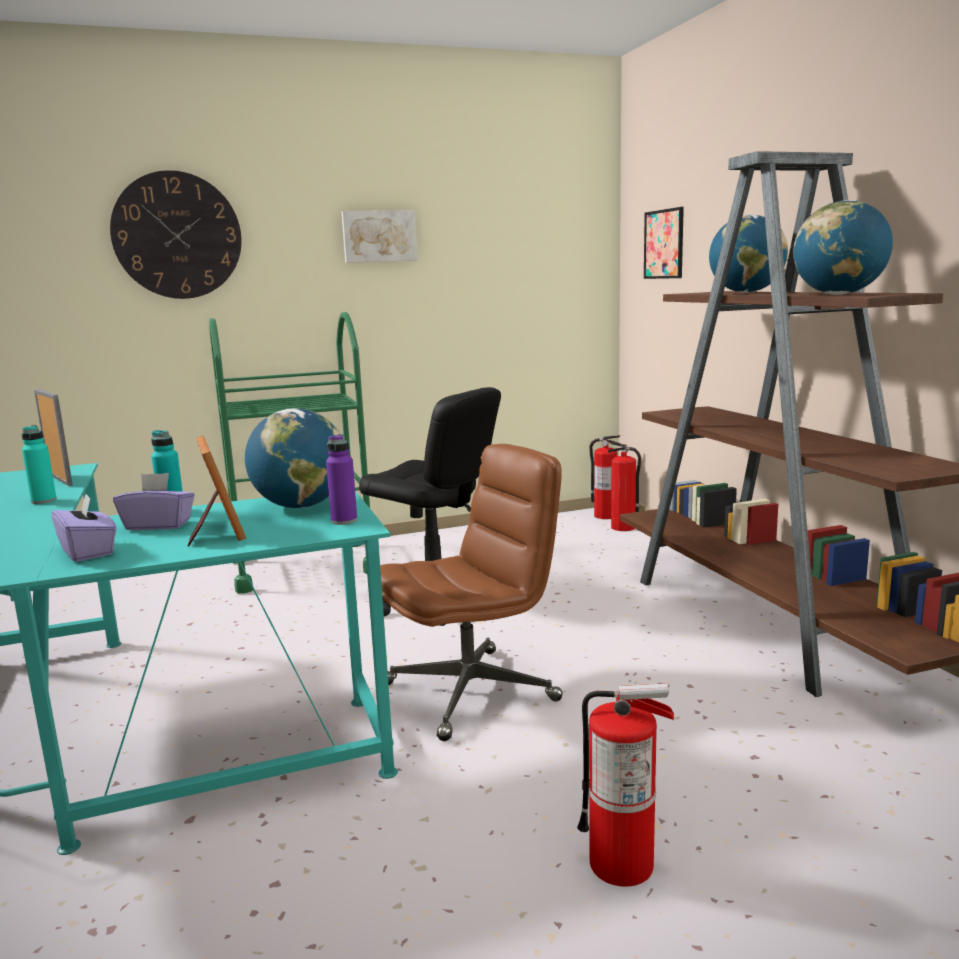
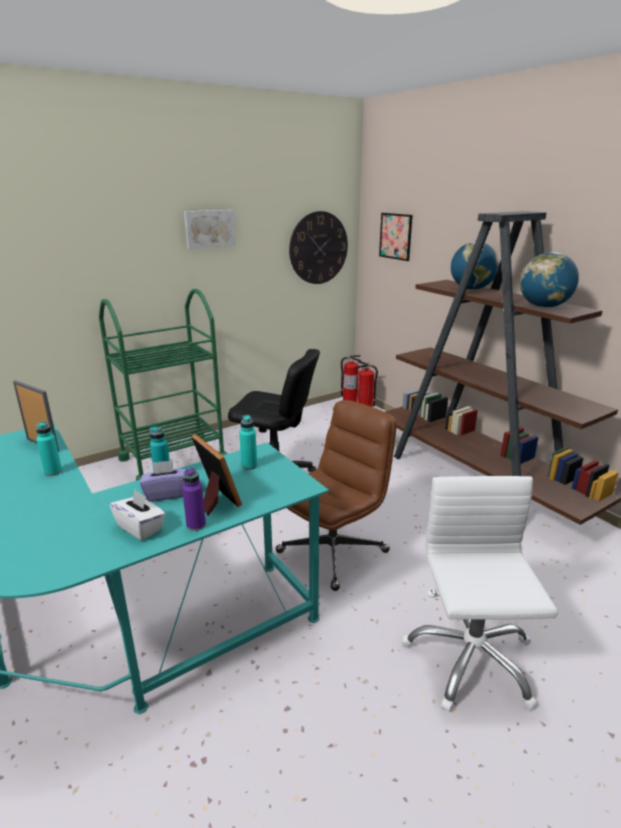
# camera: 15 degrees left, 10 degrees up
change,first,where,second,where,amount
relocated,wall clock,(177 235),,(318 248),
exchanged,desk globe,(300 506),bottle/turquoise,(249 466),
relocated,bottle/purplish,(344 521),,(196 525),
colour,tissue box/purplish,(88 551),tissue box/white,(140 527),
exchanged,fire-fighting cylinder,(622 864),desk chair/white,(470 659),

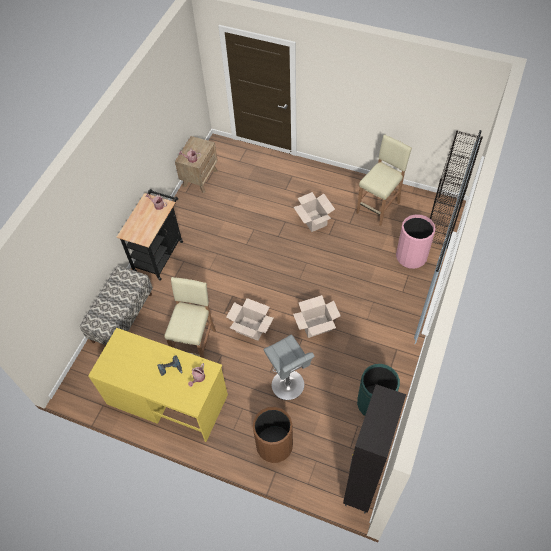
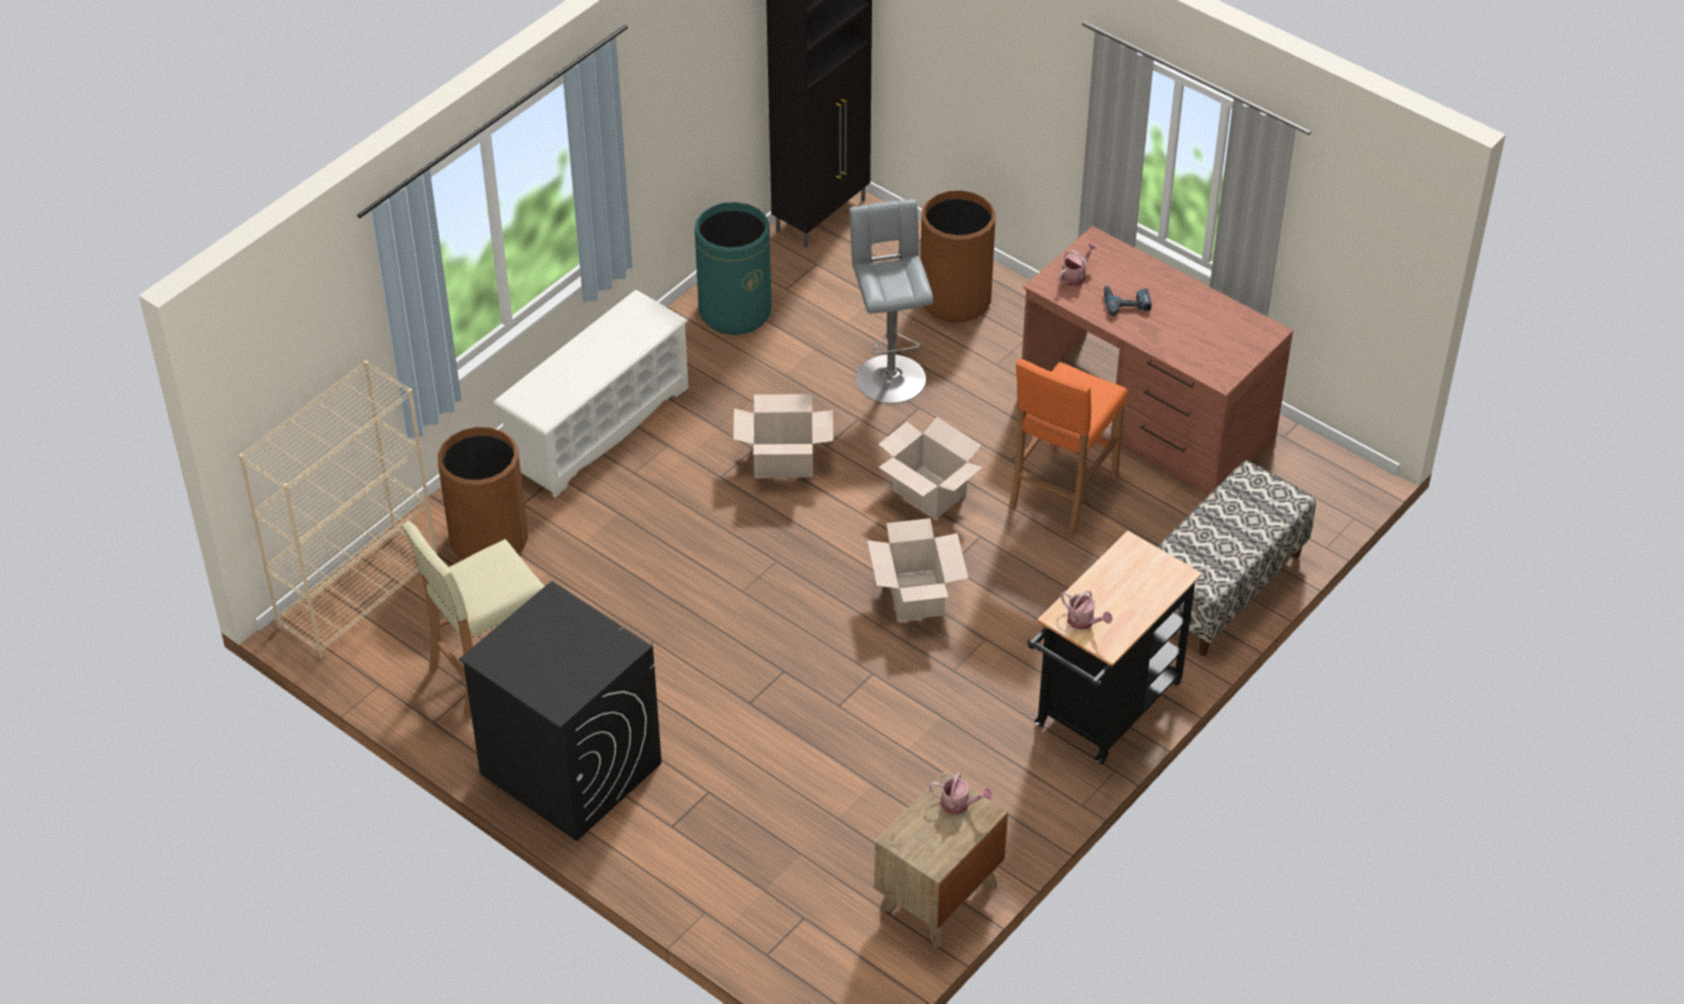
# camera: 165 degrees left, 10 degrees down
change,first,where,second,where,amount
colour,bookshelf/blackish,(443 222),bookshelf/beige,(359 594),
relocated,packing box,(314 221),,(915 595),
colour,trash can/pink,(411 256),trash can/brownish,(489 539),
colour,stool seat/beige,(196 344),stool seat/orange,(1062 493),
colour,desk unit/yellow,(167 398),desk unit/brownish,(1146 415),
appeared,,,shoe stand/white,(598 426),
appeared,,,laundry machine/blackish,(569 768),

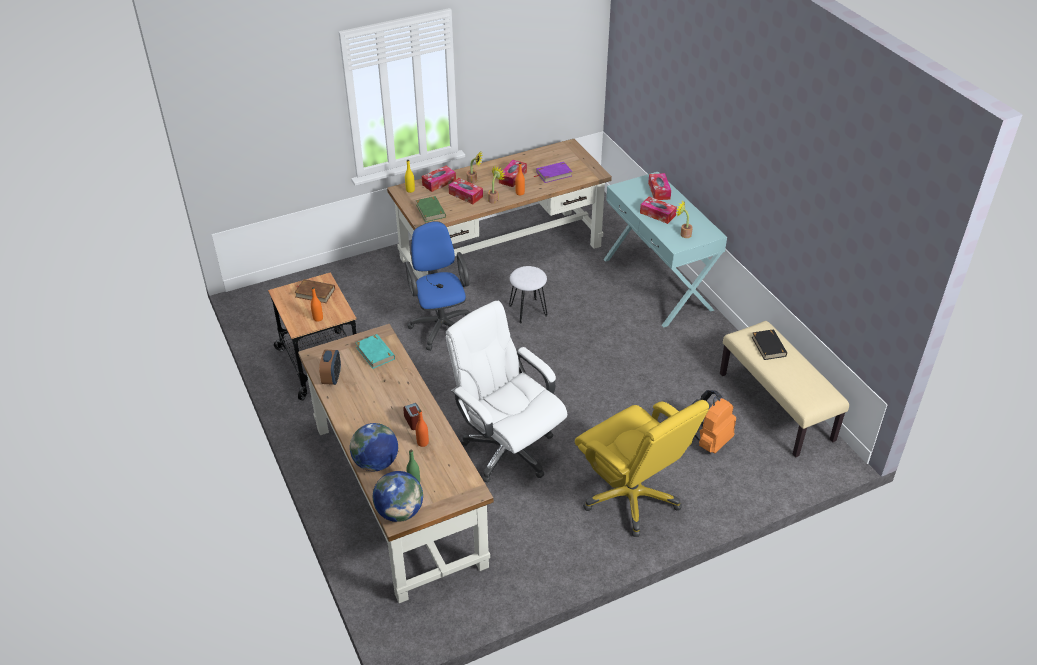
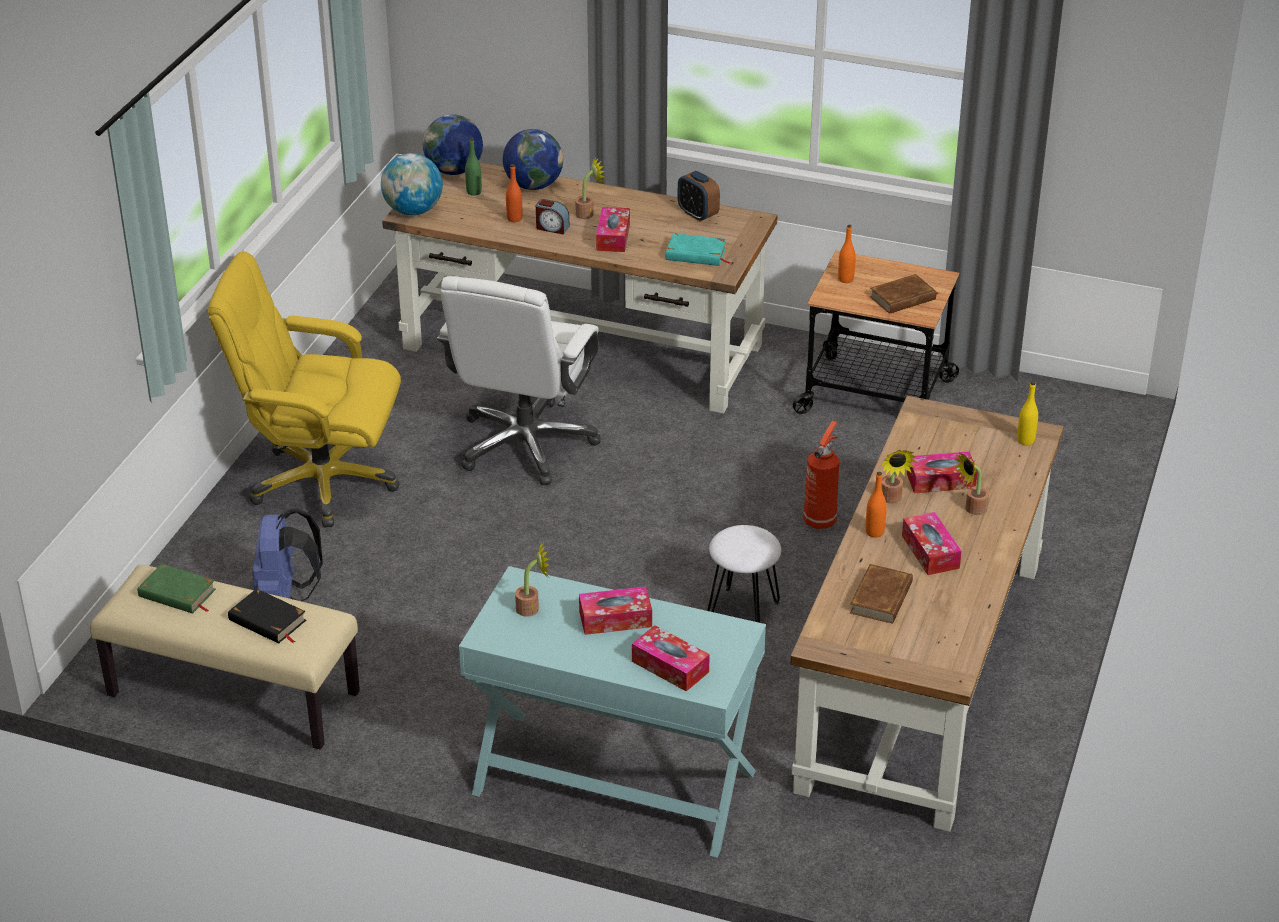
# camera: 135 degrees right, 5 degrees down
change,first,where,second,where,amount
colour,bound book/purplish,(554 174),bound book/brownish,(881 598),
relocated,tissue box,(439 183),,(613 237),
relocated,bound book/green-coloured,(431 211),,(177 593),
exchanged,desk chair/blue,(441 325),fire-fighting cylinder,(820 520),
spun,desk chair/white,(507 449),,(525 445),105 degrees clockwise
colour,knapsack/orange,(710 441),knapsack/blue,(286 595),
appeared,,,desk globe,(413 211),
appeared,,,houseplant,(588 213),

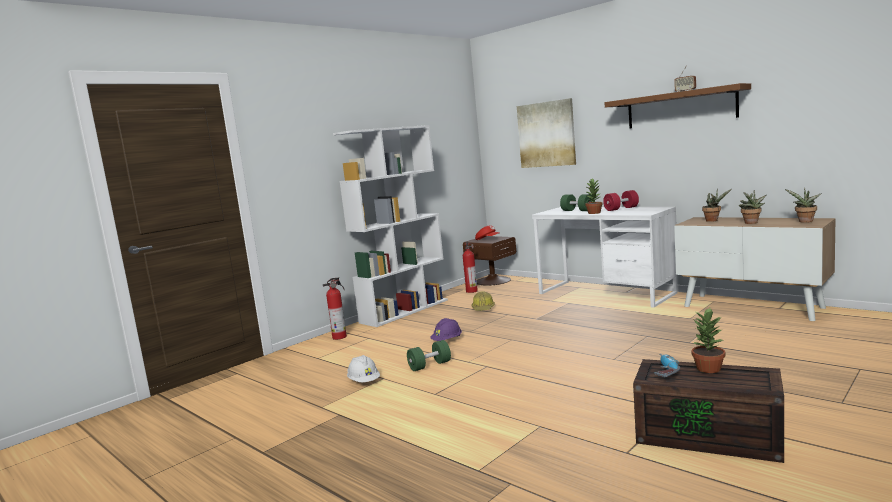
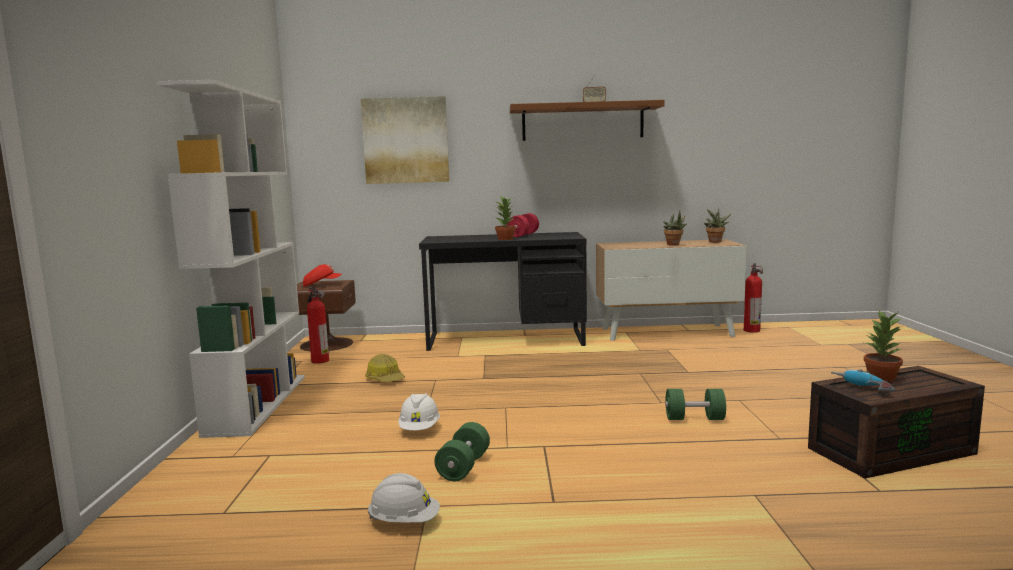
# camera: 45 degrees left, 0 degrees up
change,first,where,second,where,amount
missing,houseplant,(713 220),,,
relocated,hand weight/green-coloured,(577 211),,(694 418),
colour,desk unit/white,(605 293),desk unit/blackish,(506 339),
relocated,fire-fighting cylinder,(340 337),,(751 330),
colour,hard hat/purplish,(447 341),hard hat/white,(419 429),

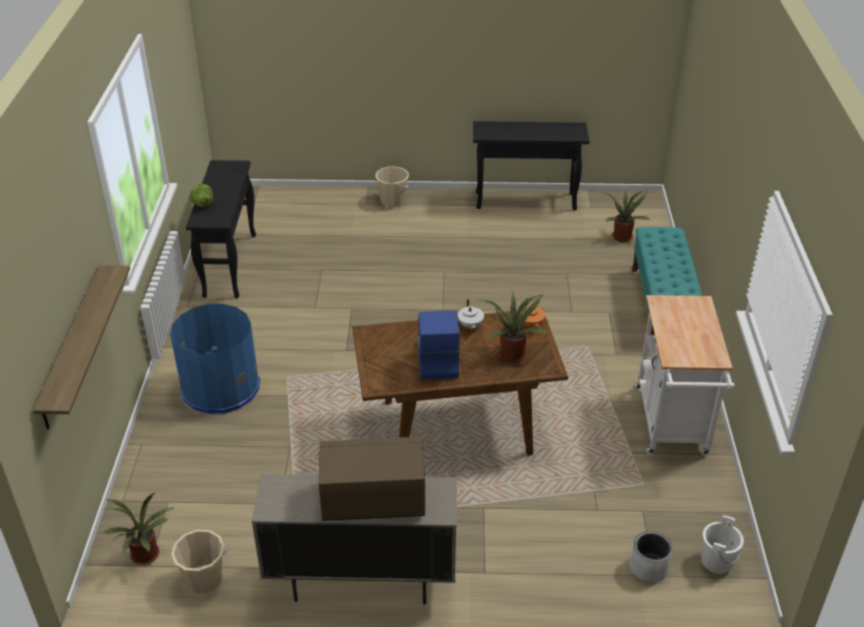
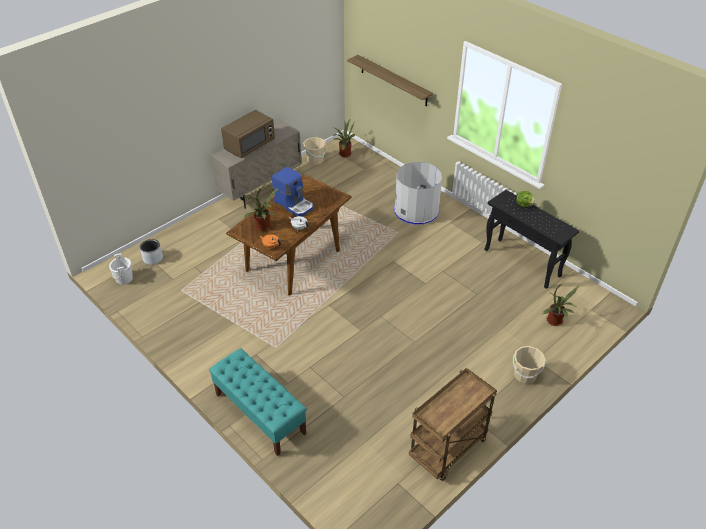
# camera: 135 degrees right, 5 degrees up
change,first,where,second,where,amount
exchanged,hall table/blackish,(526 201),wheeled cart/brownish,(448 450),
relocated,houseplant,(622 236),,(555 322),
missing,wheeled cart/white,(672 426),,,
colour,trash can/blue,(220 387),trash can/grey,(416 211),

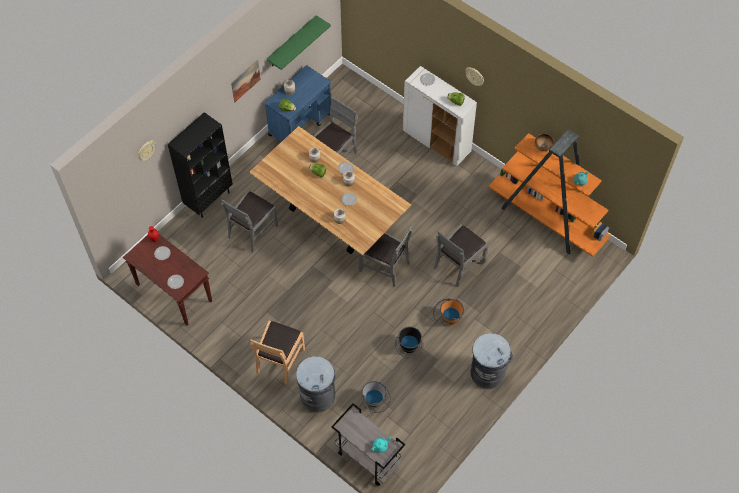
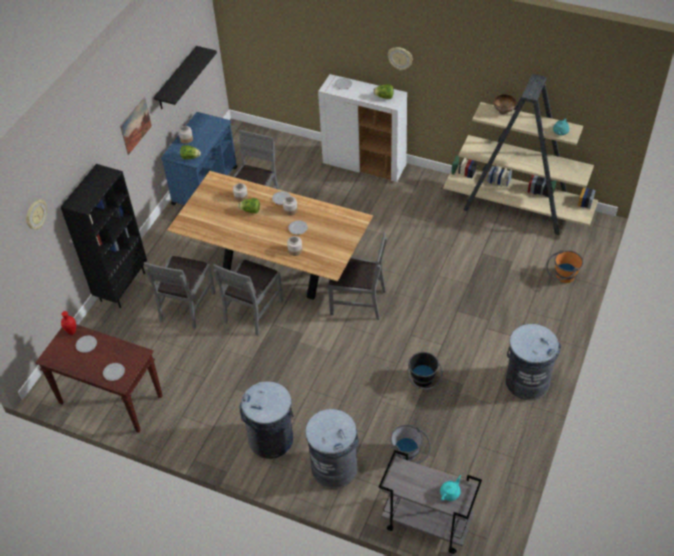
# camera: 15 degrees left, 10 degrees down
change,first,where,second,where,amount
colour,wall shelf/green-coloured,(292 42),wall shelf/blackish,(177 79),
colour,bookshelf/orange,(546 219),bookshelf/beige,(518 208),
relocated,upright chair/grey,(458 264),,(253 311),
relocated,pail/orange,(447 319),,(562 277),
exchanged,upright chair/brownish,(279 360),trash can/grey,(271 439),

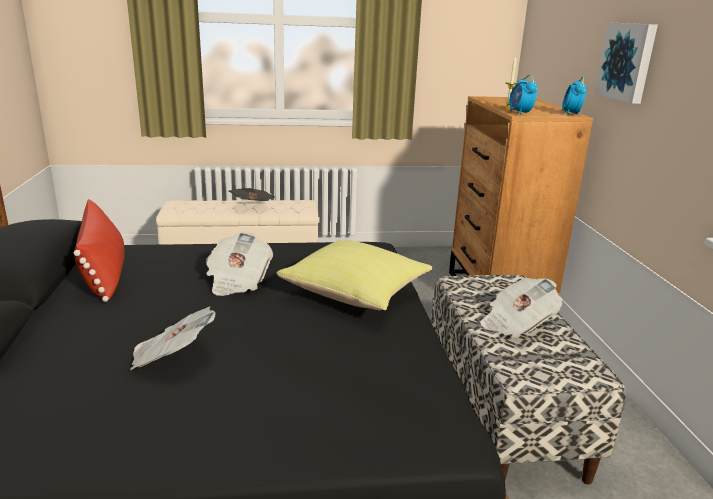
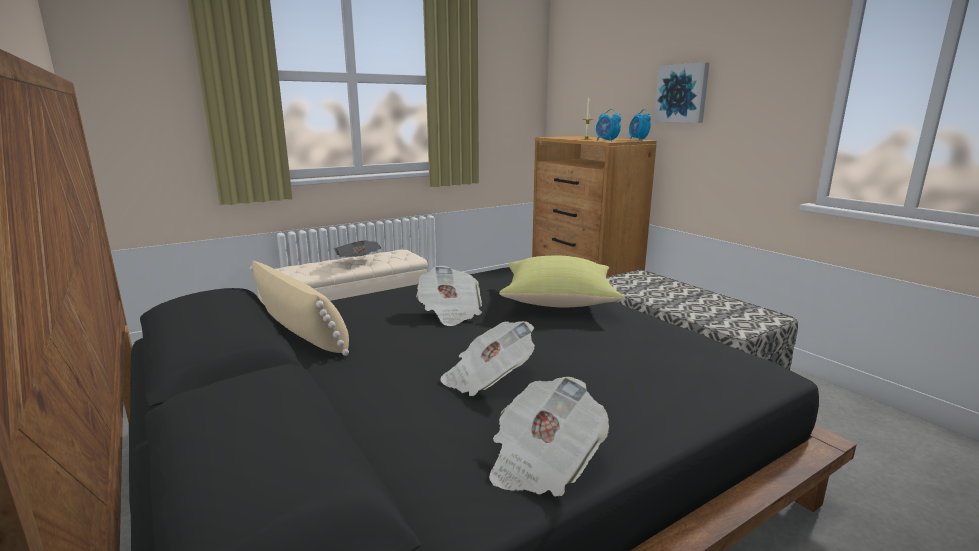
# camera: 25 degrees left, 5 degrees down
change,first,where,second,where,amount
colour,cushion/red,(104 273),cushion/beige,(303 334),
relocated,daily paper,(516 324),,(542 462),

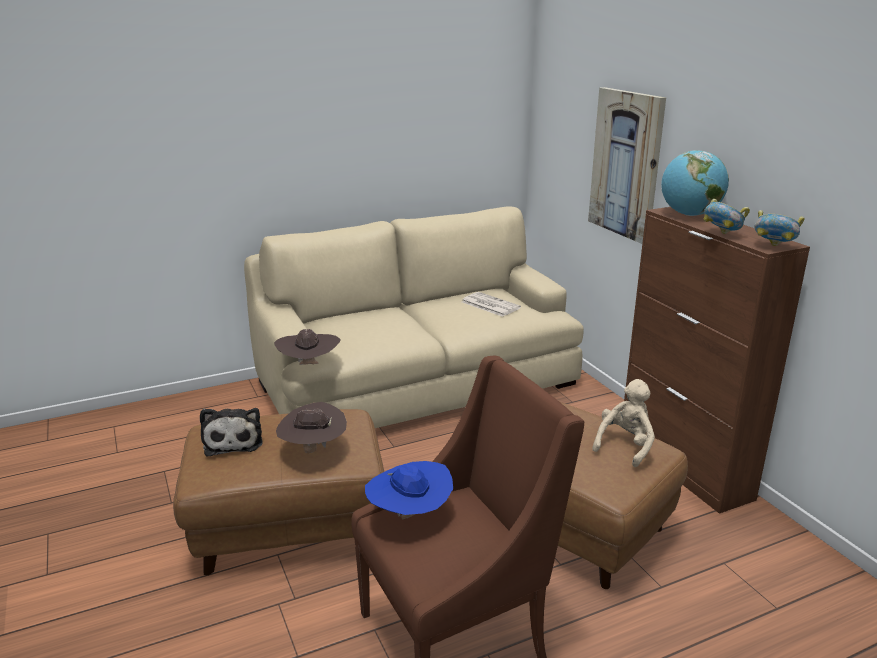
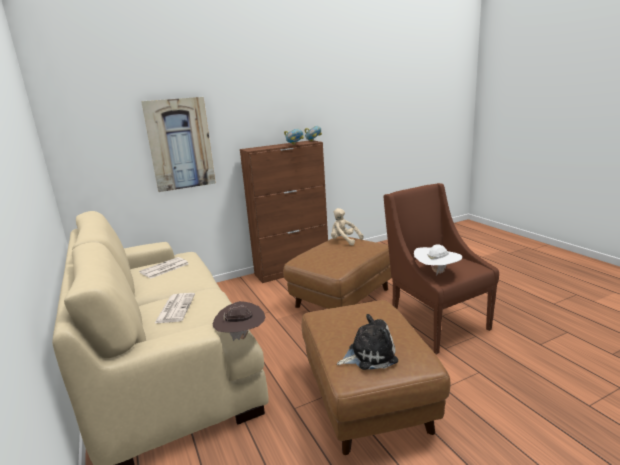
# camera: 90 degrees left, 5 degrees down
change,first,where,second,where,amount
missing,desk globe,(689 215),,,
missing,clothing hat/brownish,(313 450),,,
colour,clothing hat/blue,(410 516),clothing hat/white,(437 272),
appeared,,,daily paper,(175 308),

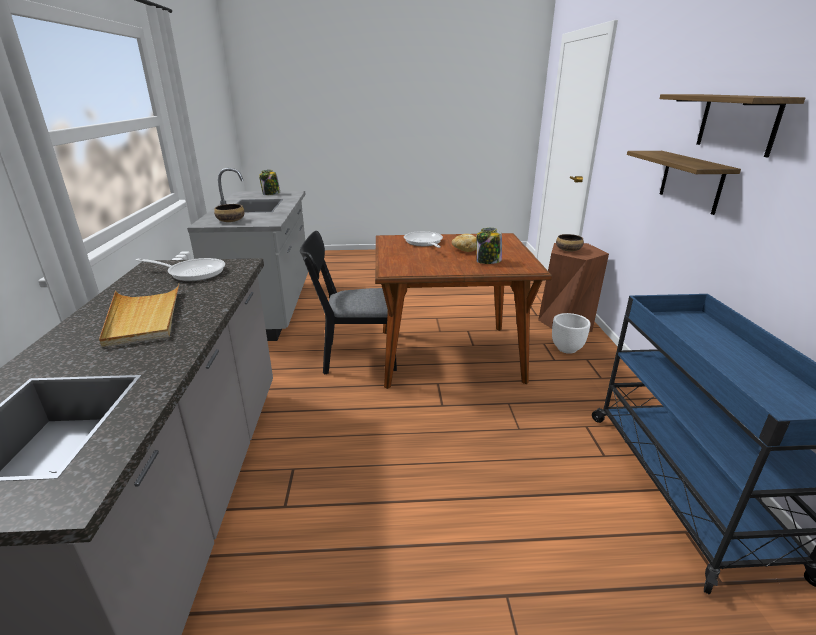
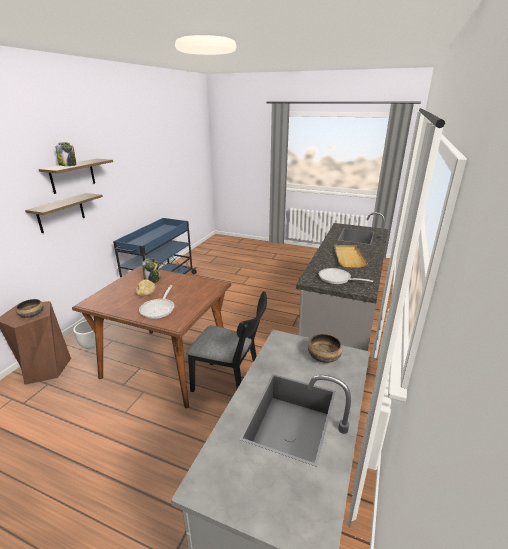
# camera: 155 degrees left, 0 degrees up
change,first,where,second,where,amount
relocated,storage jar,(271 194),,(68 165),

